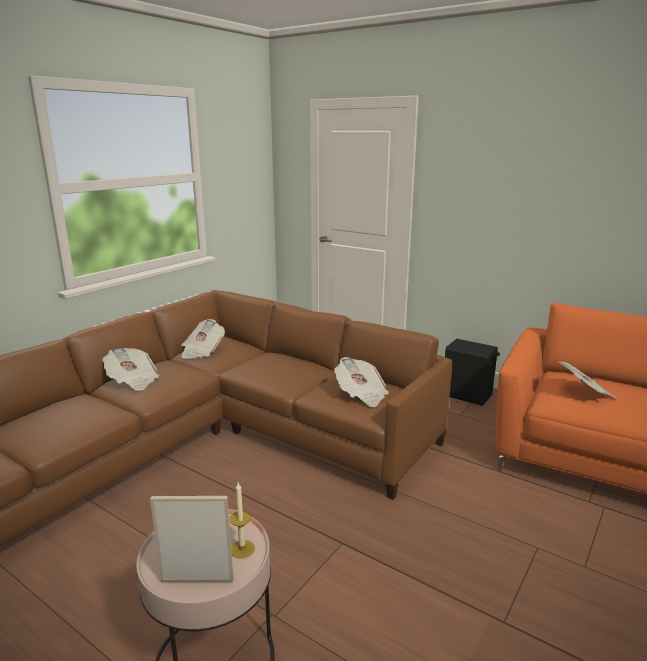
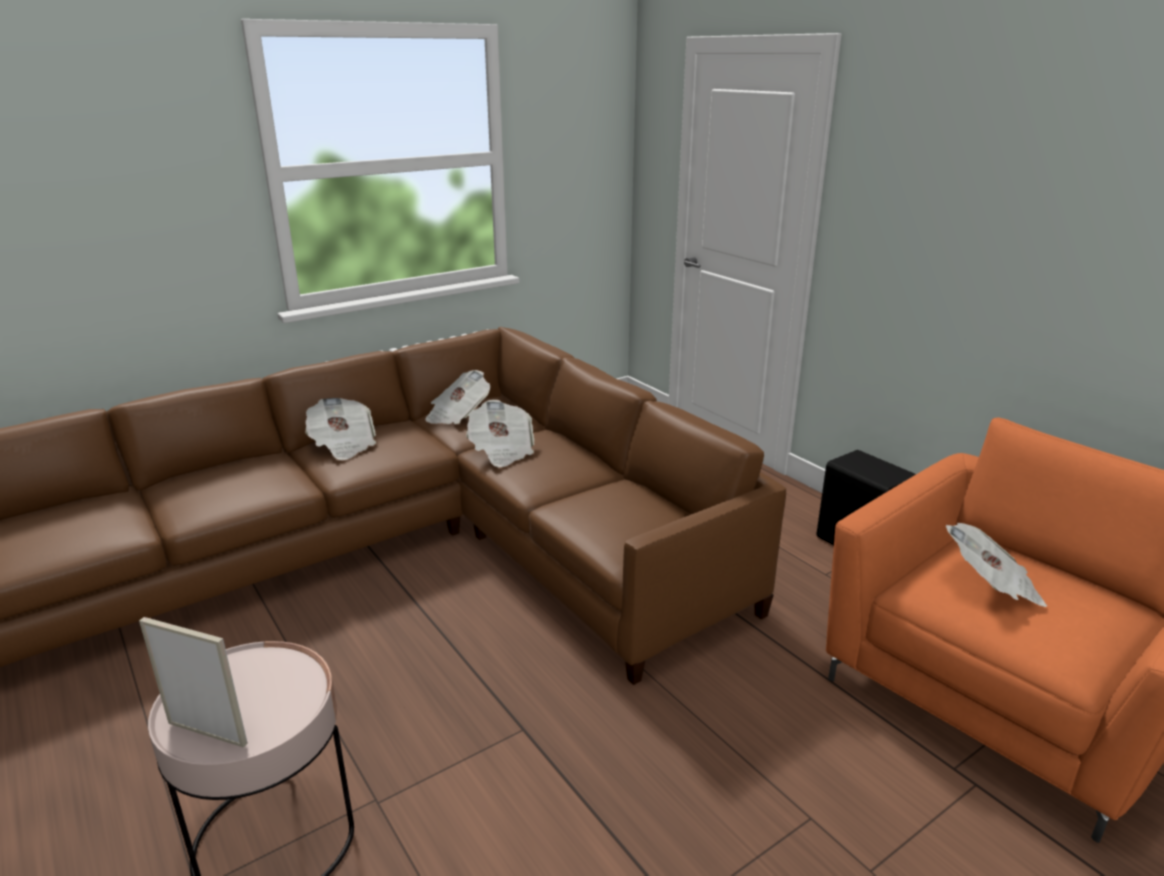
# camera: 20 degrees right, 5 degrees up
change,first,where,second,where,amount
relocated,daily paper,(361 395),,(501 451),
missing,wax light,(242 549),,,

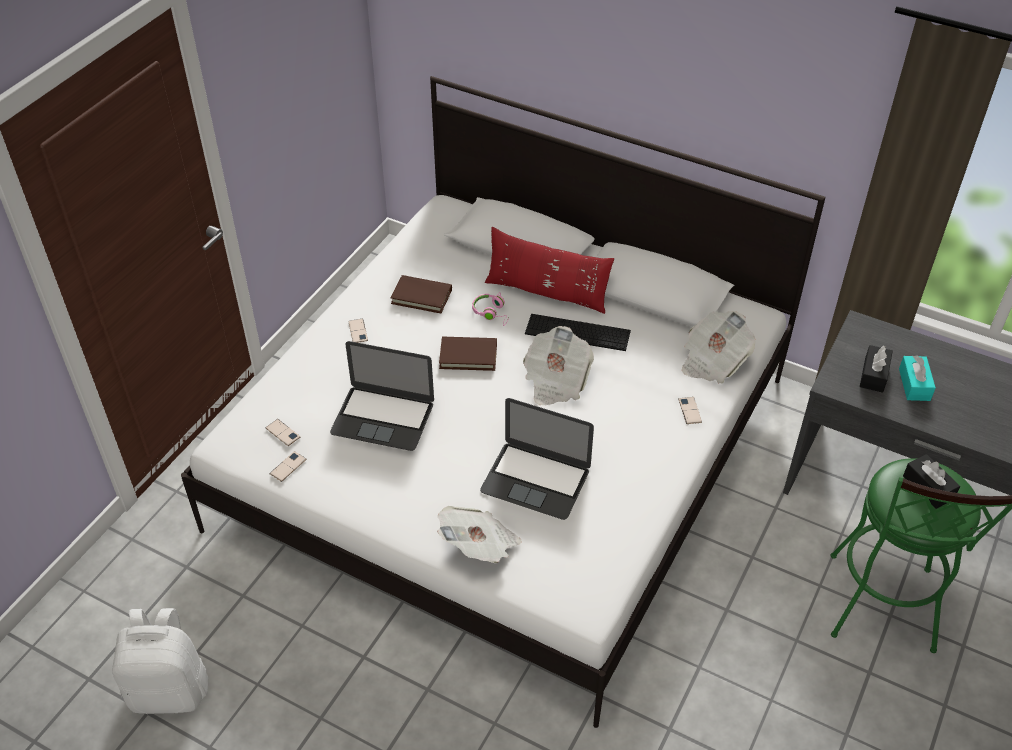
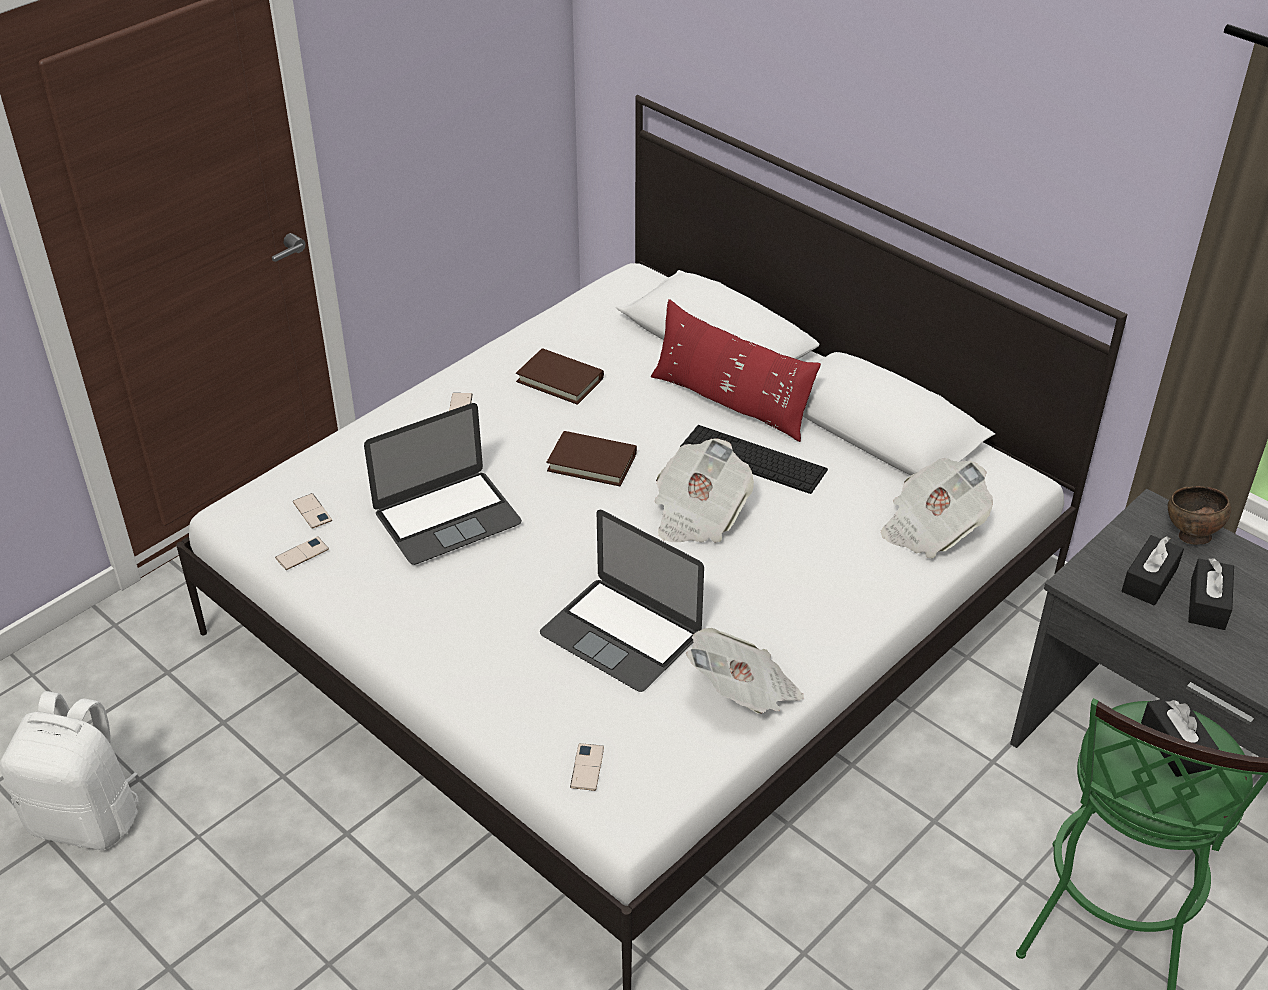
# camera: 15 degrees right, 5 degrees down
change,first,where,second,where,amount
missing,headset/pink,(492 313),,,
spun,laptop,(383 418),,(447 517),60 degrees counterclockwise
colour,tissue box/turquoise,(914 384),tissue box/blackish,(1207 604),
relocated,telephone,(690 410),,(587 767),
relocated,daily paper,(479 546),,(744 692),
appeared,,,deep dish/brownish,(1190 536),

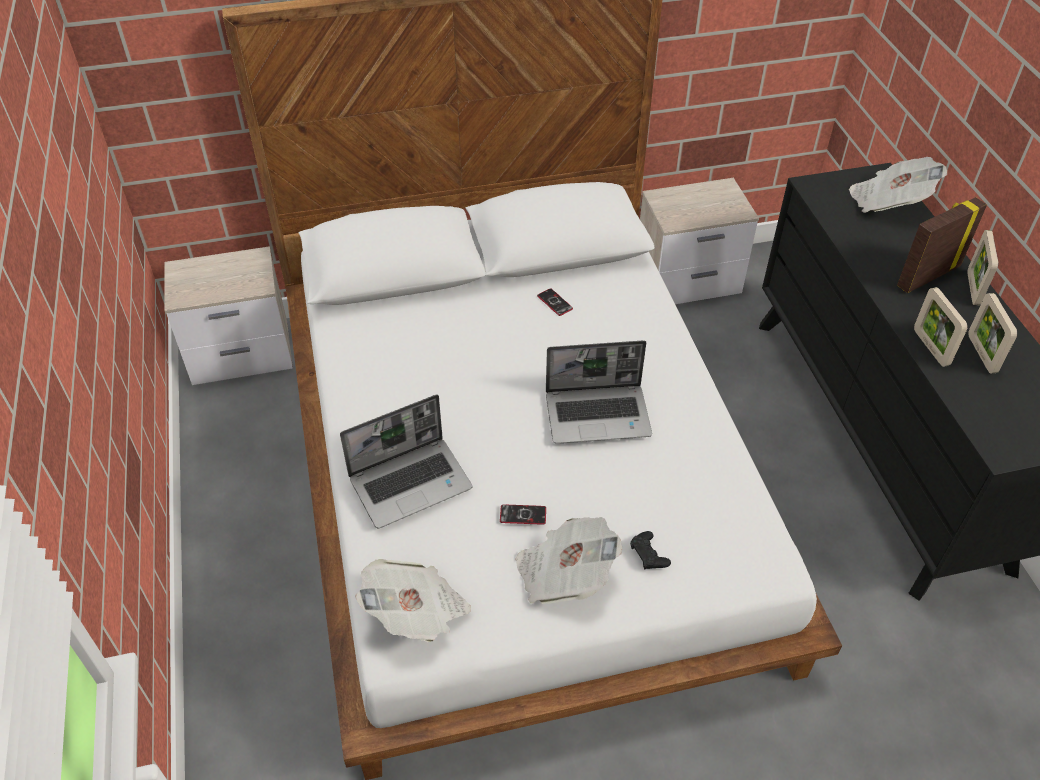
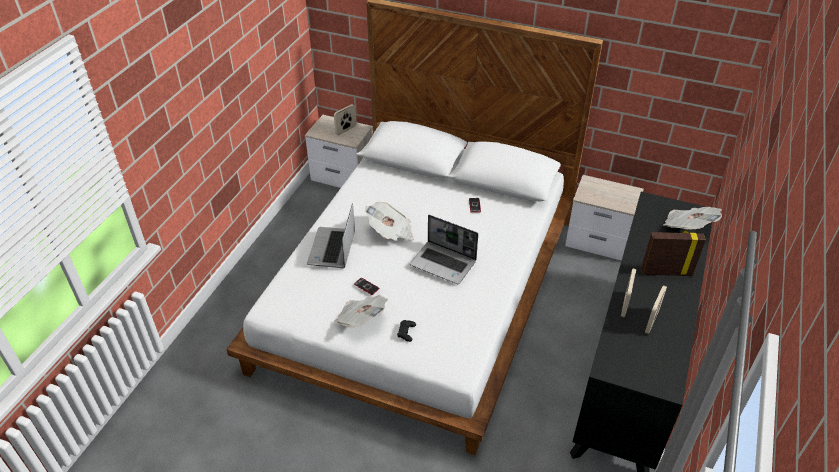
# camera: 35 degrees right, 5 degrees down
change,first,where,second,where,amount
relocated,picture frame,(972 288),,(346 130),
spun,laptop,(411 482),,(332 249),90 degrees clockwise
relocated,daily paper,(416 613),,(391 232),

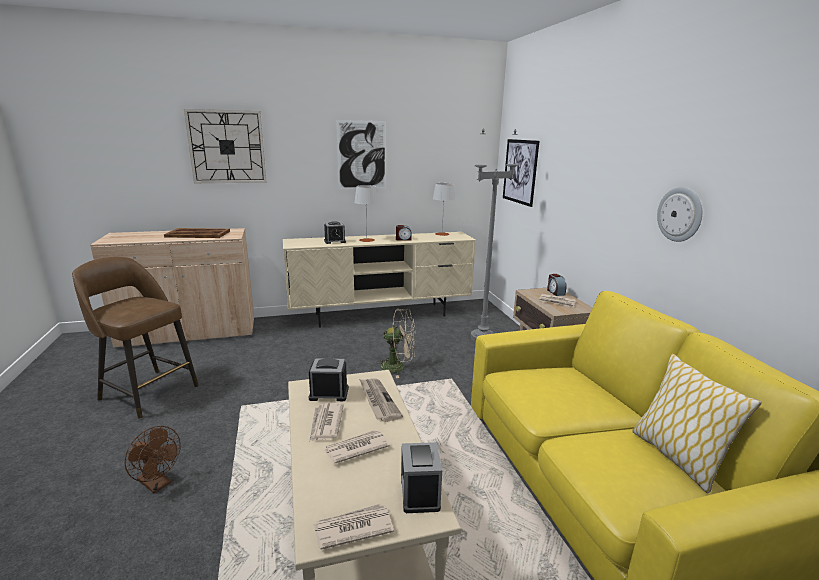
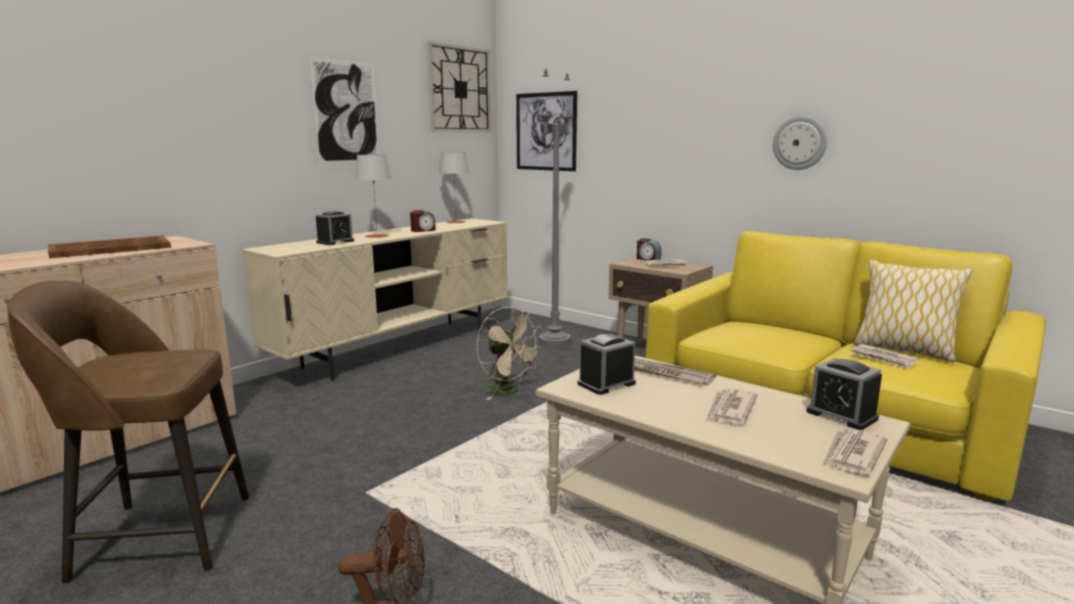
# camera: 35 degrees left, 5 degrees down
change,first,where,second,where,amount
relocated,wall clock,(227 147),,(459 89),
spun,cooling fan/beige,(398 367),,(508 391),75 degrees clockwise
relocated,daily paper,(325 423),,(883 359),

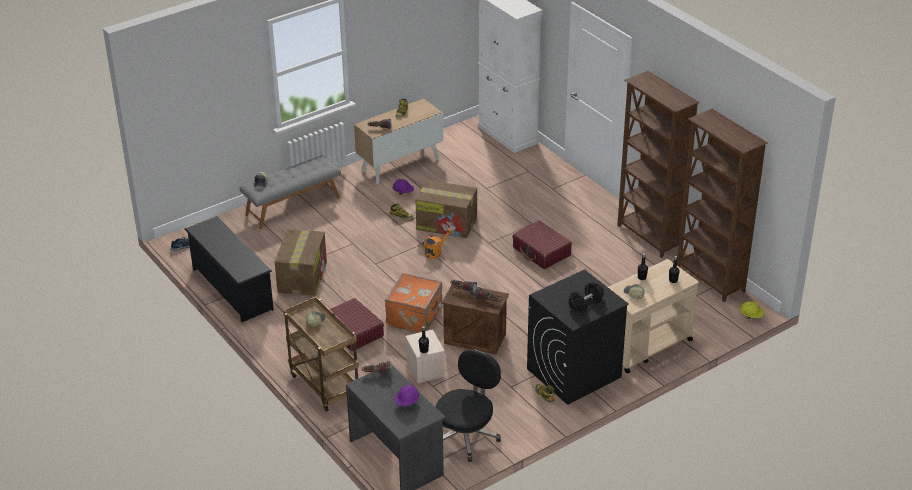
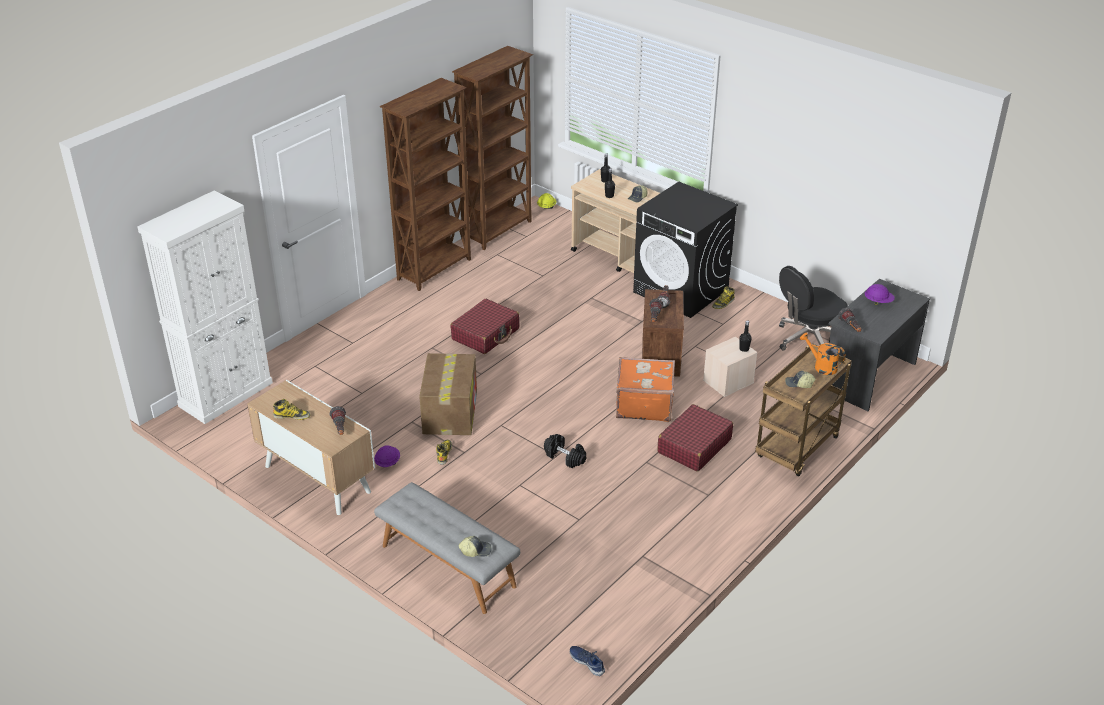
# camera: 105 degrees left, 0 degrees up
change,first,where,second,where,amount
missing,shoe stand/blackish,(232 289),,,
relocated,watering can/orange,(435 252),,(821 366),
missing,packing box,(302 276),,,
relocated,hand weight/blackish,(585 303),,(565 457),
spun,desk chair/blackish,(466 435),,(808 339),45 degrees counterclockwise

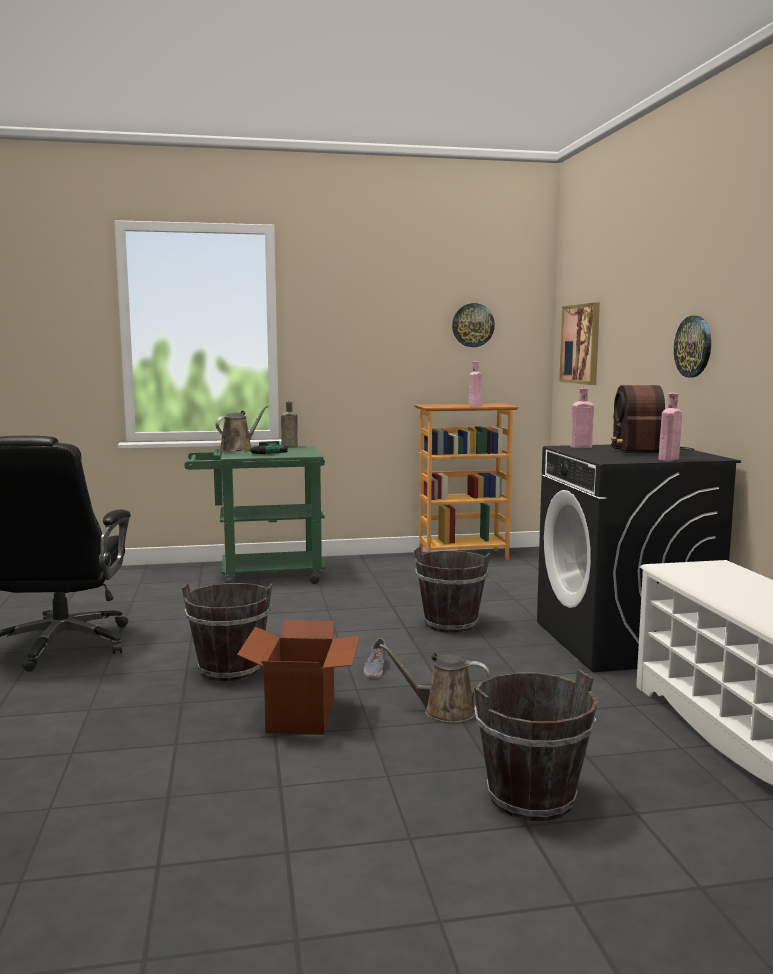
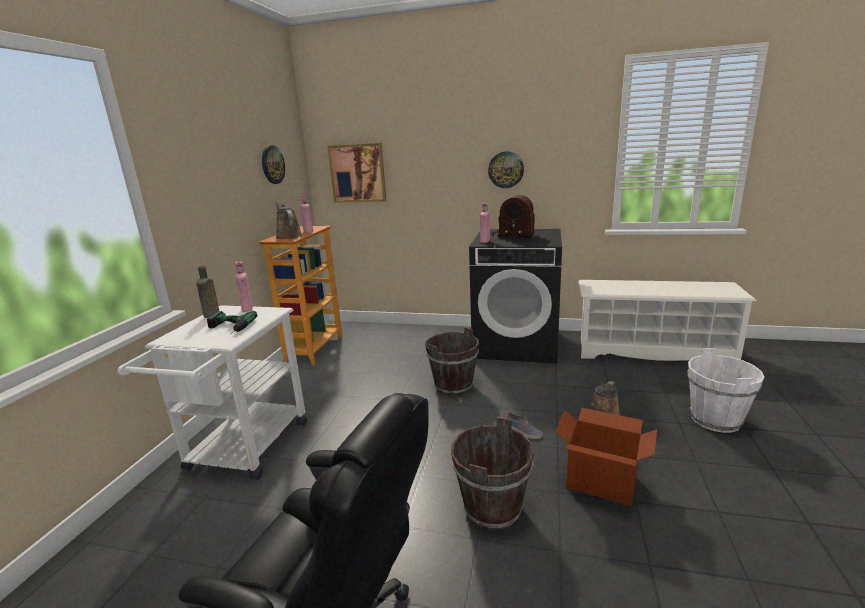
# camera: 65 degrees left, 10 degrees up
change,first,where,second,where,amount
relocated,bottle/pink,(668 459),,(247 309),
relocated,watering can/brownish,(238 449),,(288 236),
colour,wheeled cart/green-coloured,(260 576),wheeled cart/white,(242 451),
colour,pail/brownish,(531 798),pail/white,(716 420),

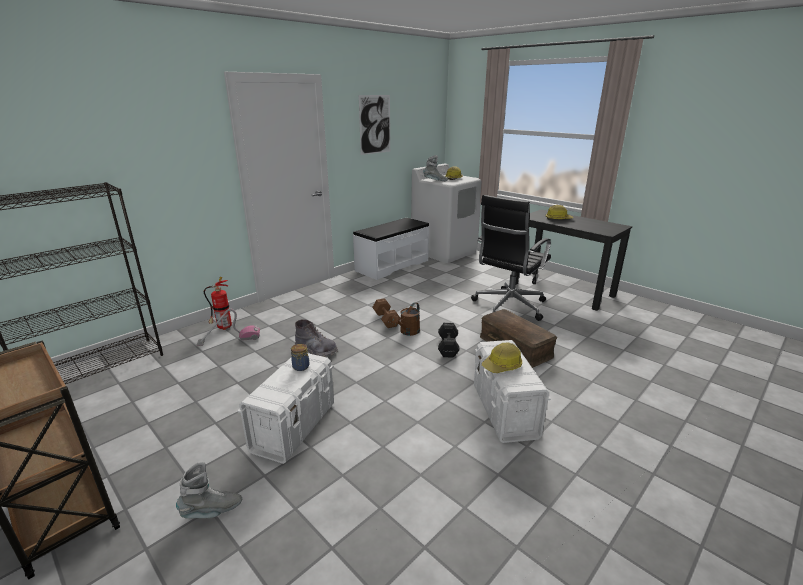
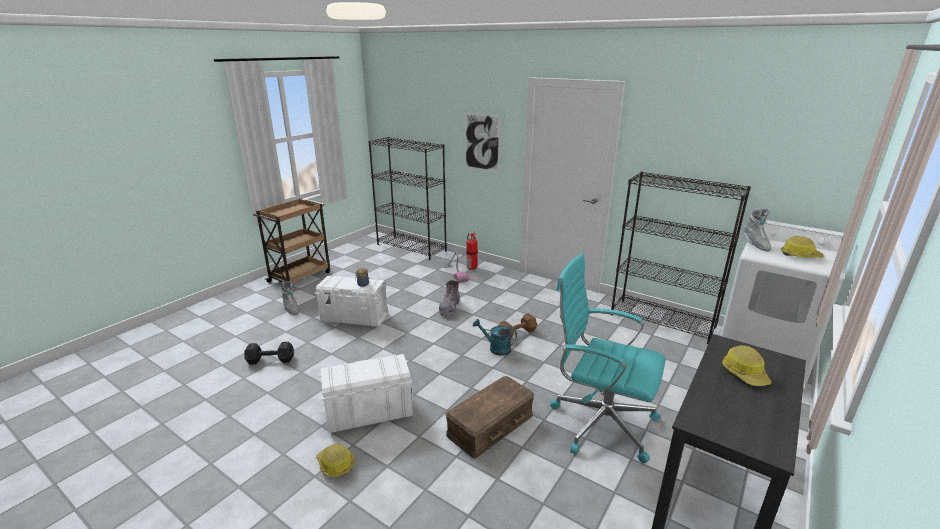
# camera: 80 degrees right, 0 degrees up
change,first,where,second,where,amount
relocated,wall art,(375 124),,(481 142),
colour,desk chair/blackish,(508 307),desk chair/turquoise,(600 422),
exchanged,indoor bench/white,(392 265),bookshelf/blackish,(662 321),
colour,watering can/brownish,(407 332),watering can/turquoise,(496 348),
relocated,hand weight/blackish,(448 346),,(271 360),
relocated,hard hat,(502 366),,(335 465),

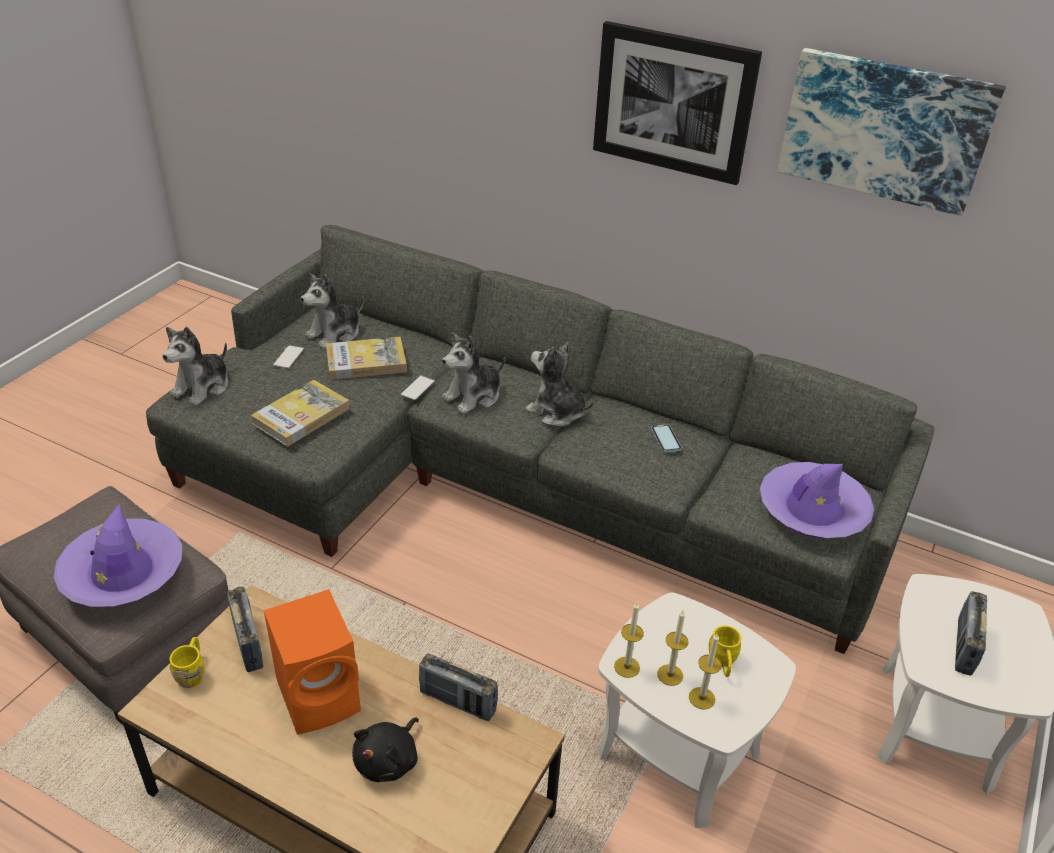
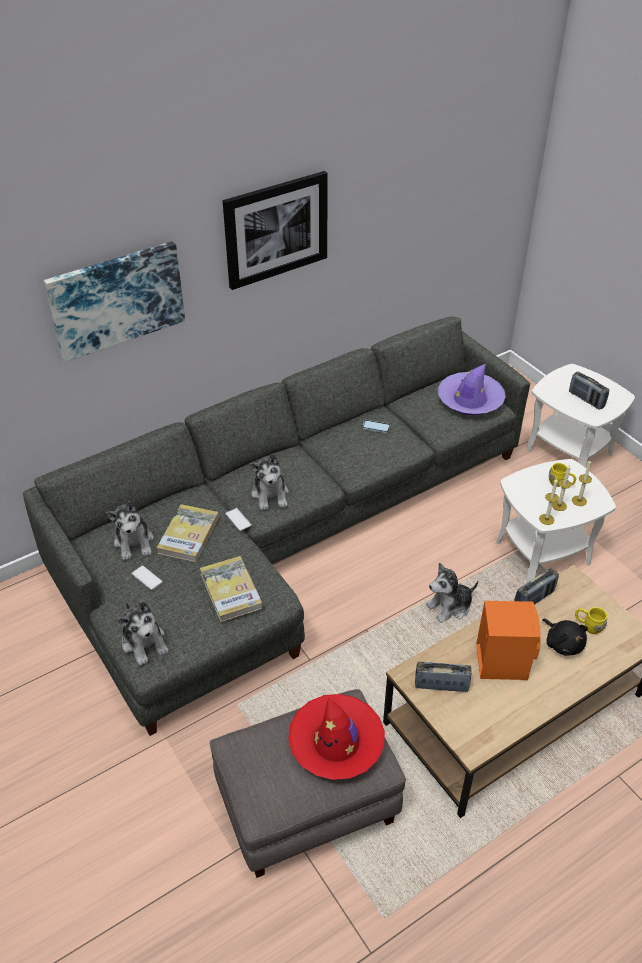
# camera: 60 degrees left, 5 degrees up
change,first,where,second,where,amount
relocated,wall art,(885 129),,(116 299),
relocated,soft toy,(557 412),,(450 607),
colour,clothing hat/purplish,(122 573),clothing hat/red,(336 742),
relocated,tea mug/yellow,(193 672),,(588 626),

